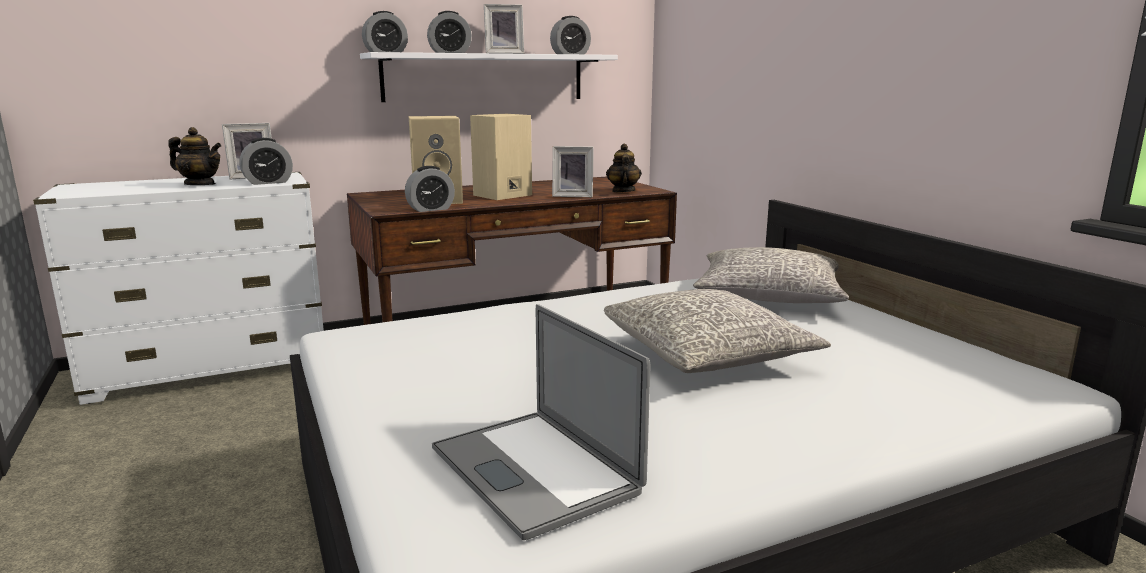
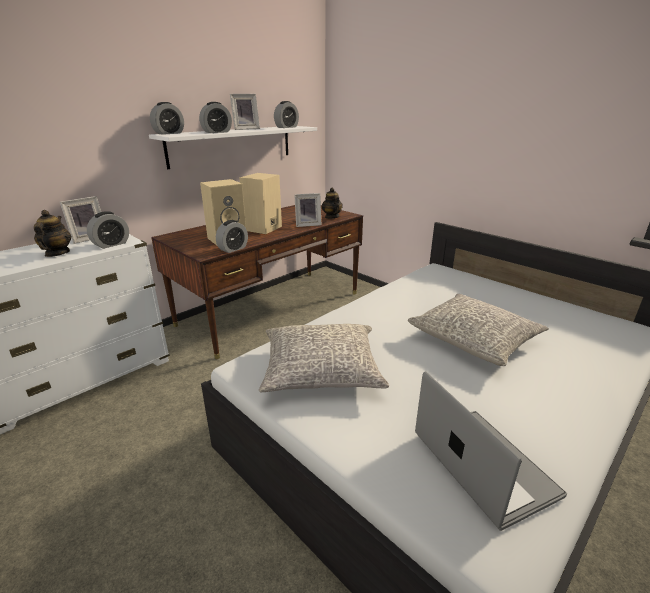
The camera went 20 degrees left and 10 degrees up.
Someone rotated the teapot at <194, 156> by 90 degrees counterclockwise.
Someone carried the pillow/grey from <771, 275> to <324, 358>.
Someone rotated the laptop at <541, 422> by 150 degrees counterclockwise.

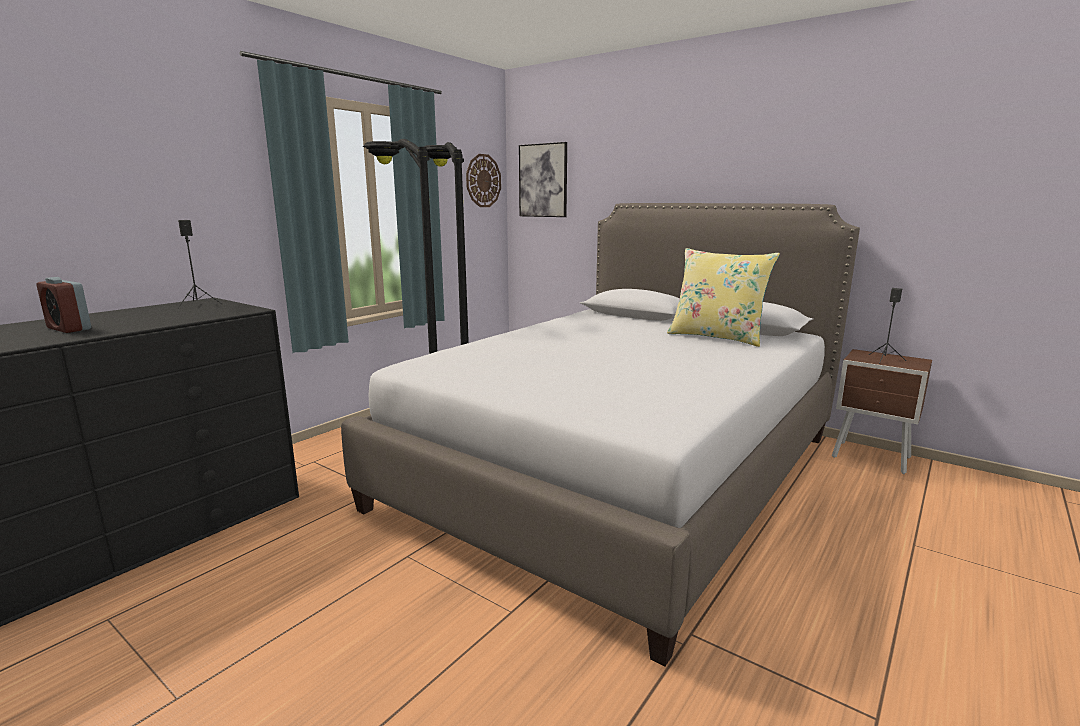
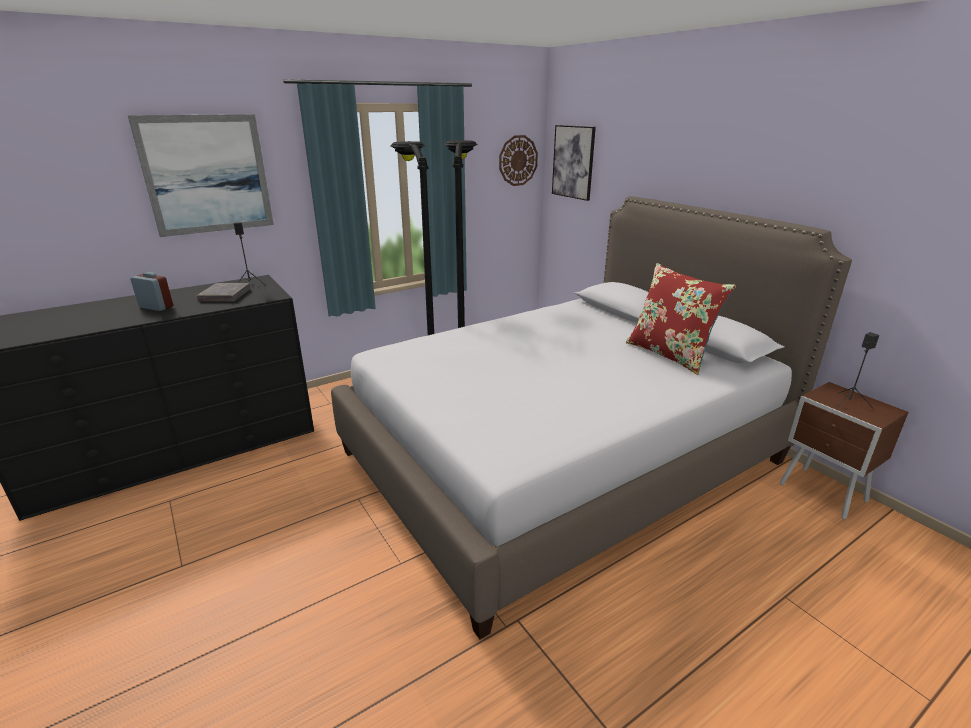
The camera went 20 degrees right and 10 degrees up.
Someone repainted the pillow/yellow at <723, 297>, which became the pillow/red at <681, 319>.
Someone rotated the alarm clock at <64, 305> by 150 degrees clockwise.
Someone put up the picture at <201, 175>.
Someone put down the book/grey at <224, 292>.

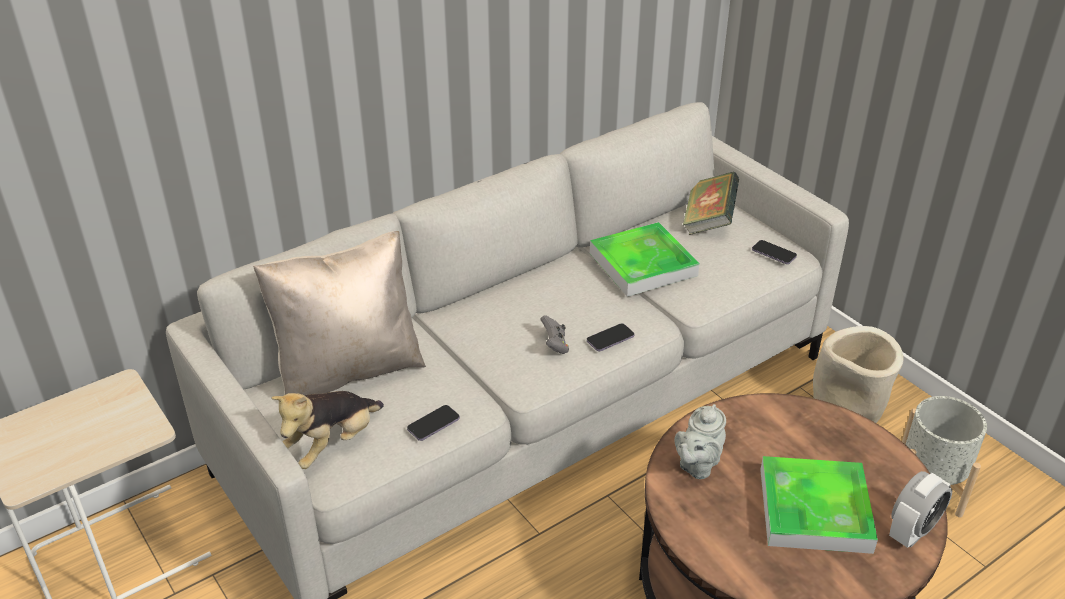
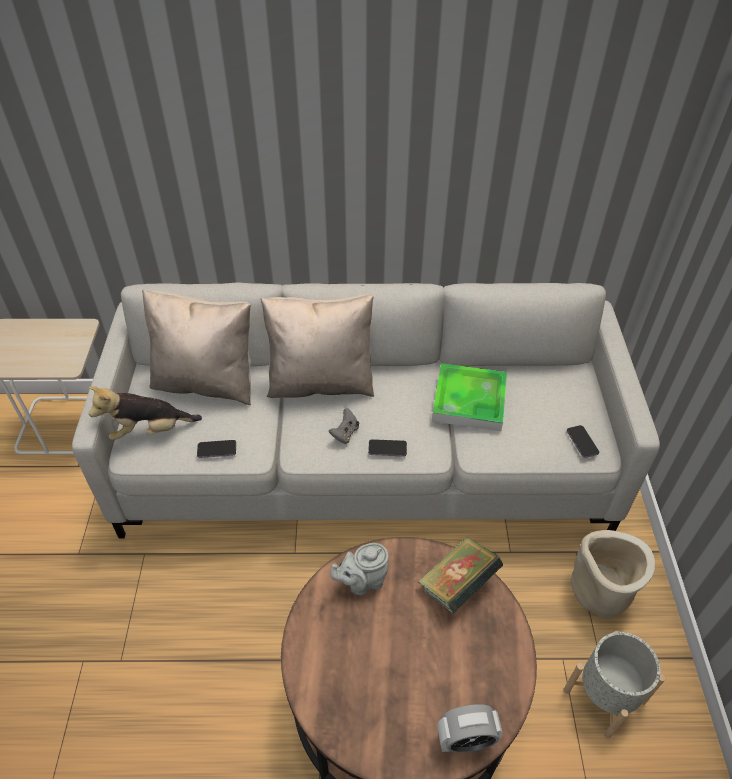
The camera went 35 degrees right and 10 degrees up.
Someone carried the book from <711, 203> to <461, 575>.
Someone took away the tray at <819, 505>.
Someone put down the pillow/beige at <317, 346>.

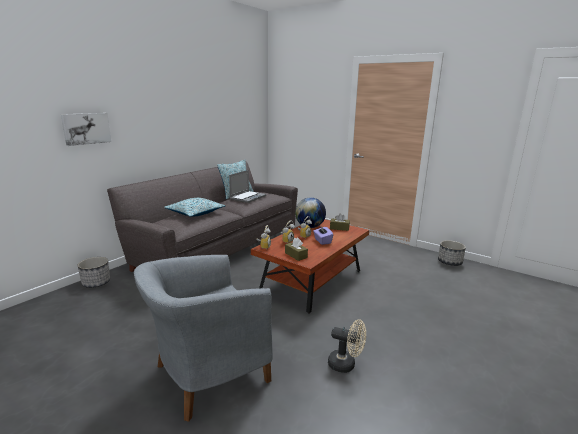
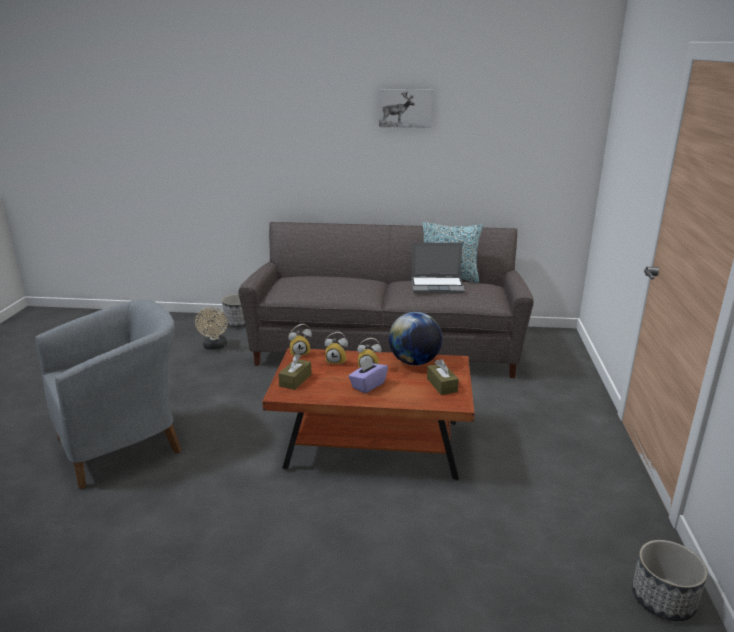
The camera went 60 degrees right and 5 degrees up.
Someone carried the picture from <86, 129> to <406, 108>.
Someone took away the pillow at <194, 207>.
Someone rotated the armchair/grey at <203, 338> by 120 degrees clockwise.
Someone carried the fan/beige from <347, 346> to <211, 328>.

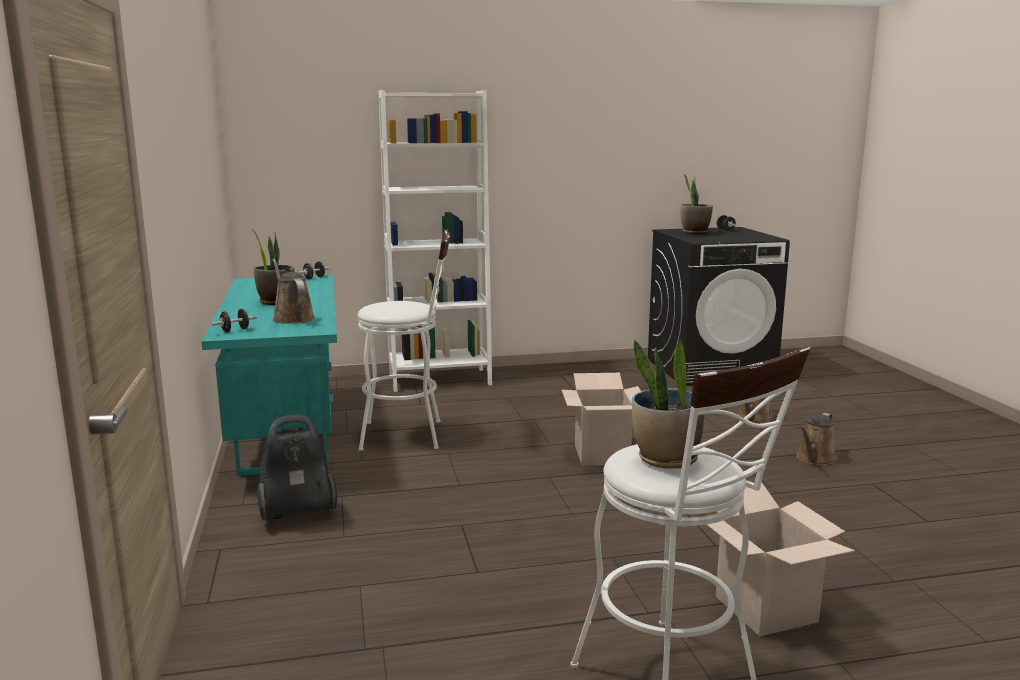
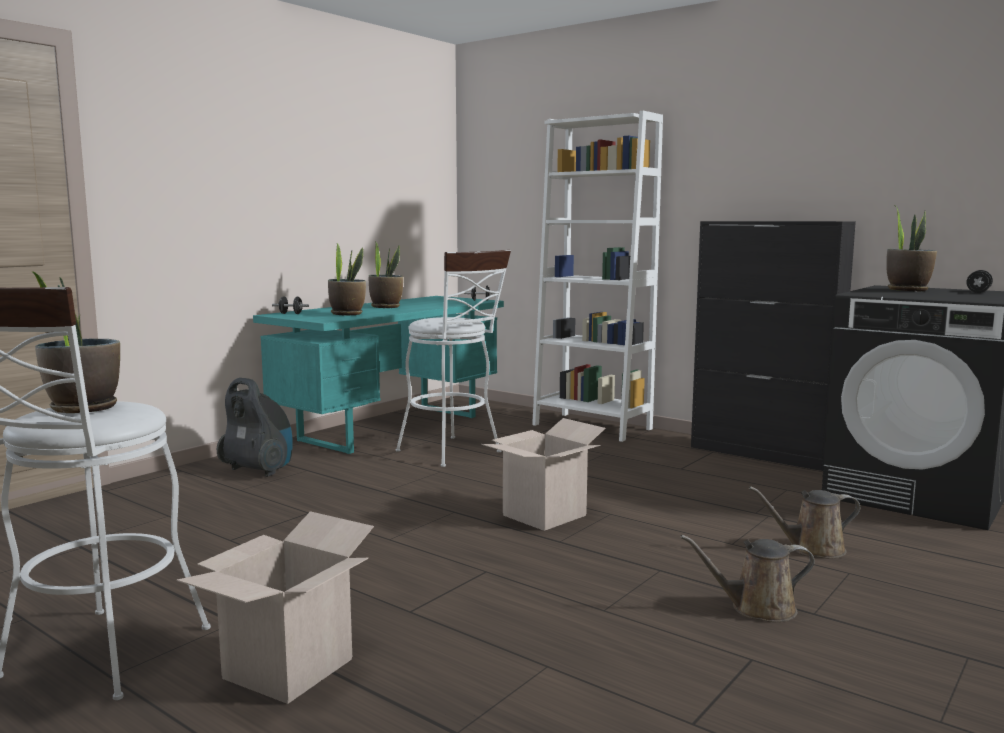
The camera went 50 degrees right and 5 degrees down.
Someone swapped the watering can/brown at <293, 291> for the potted plant at <347, 279>.
Someone put down the cabinet/black at <773, 346>.

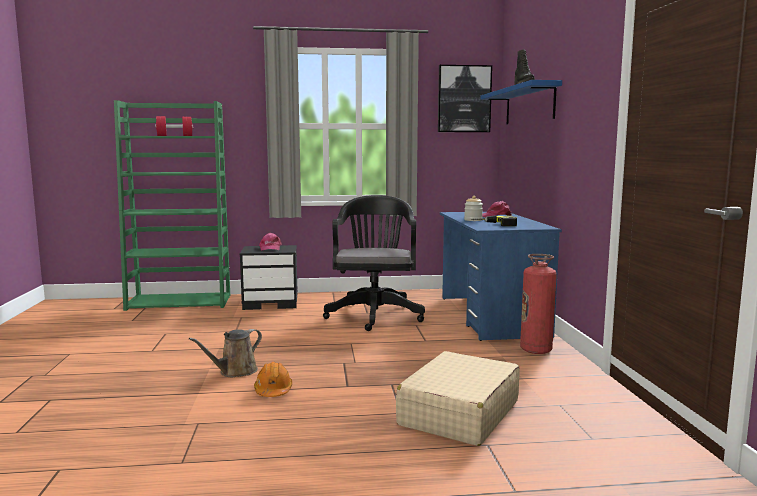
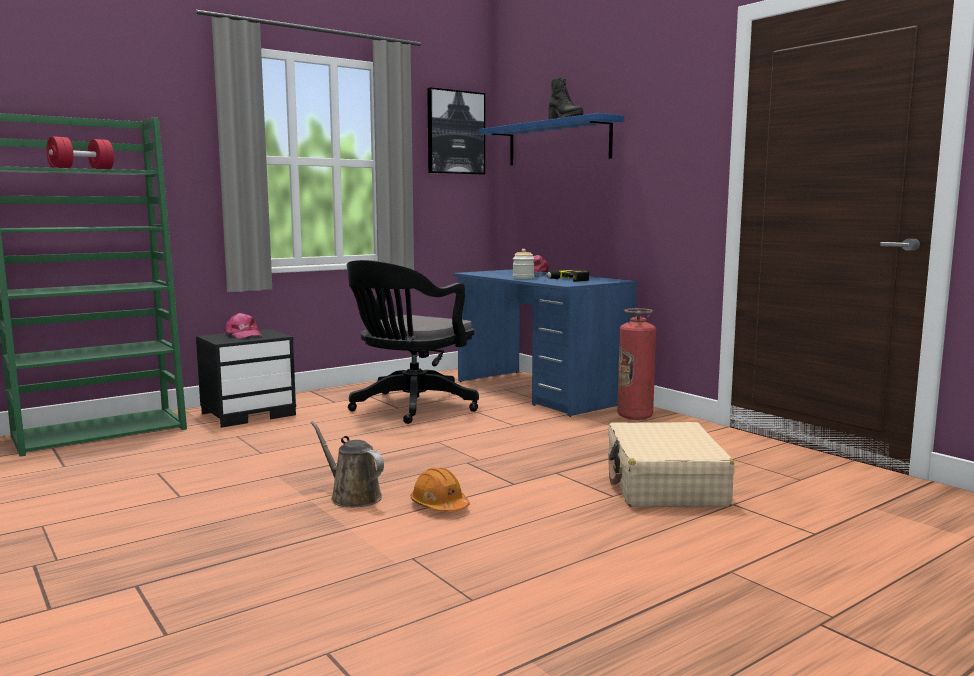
The camera went 30 degrees left and 0 degrees up.
Someone rotated the office chair/black at <374, 263> by 120 degrees counterclockwise.
Someone rotated the watering can/brown at <225, 353> by 120 degrees clockwise.

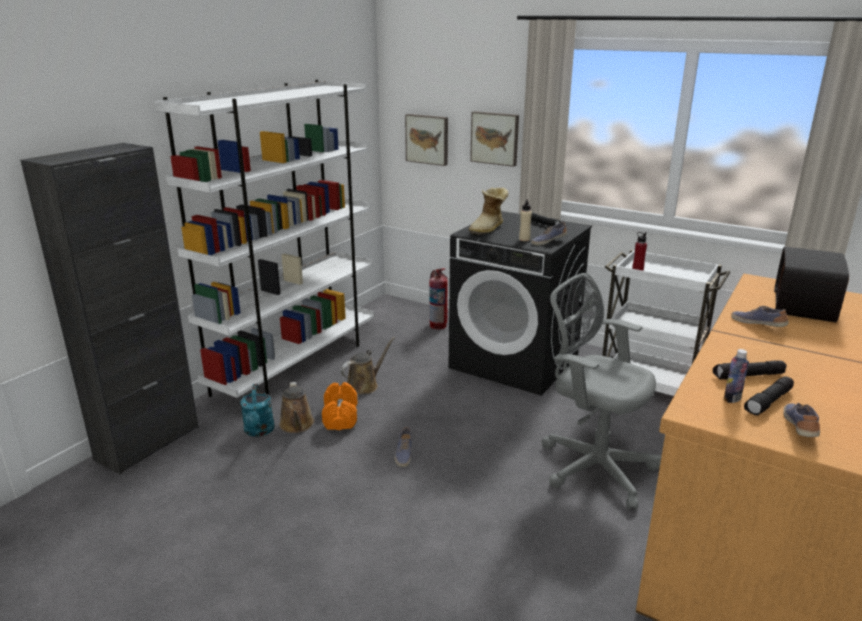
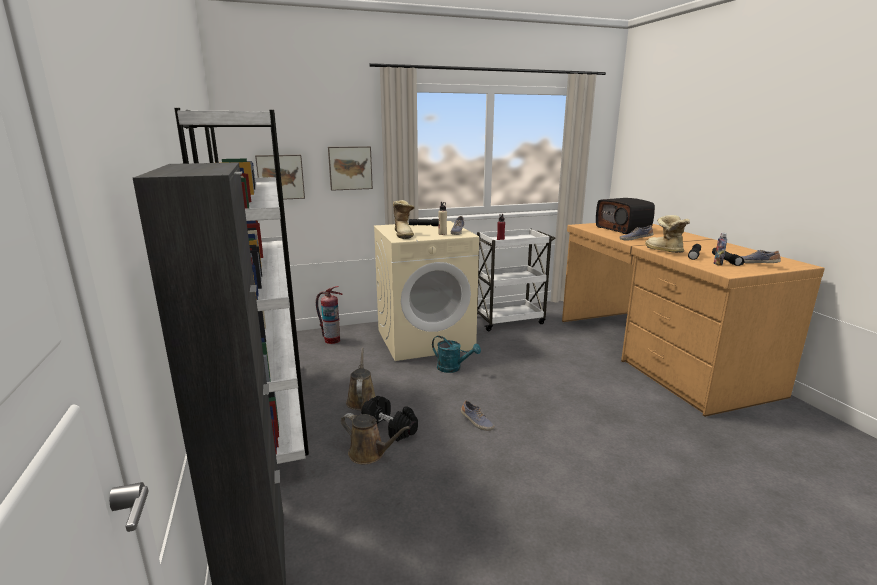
The camera went 50 degrees left and 5 degrees down.
Someone repainted the washing machine/black at <520, 303>, which became the washing machine/beige at <426, 291>.
Someone took away the office chair/grey at <601, 391>.
Someone repainted the dumbbell/orange at <339, 406>, which became the dumbbell/black at <389, 418>.
Someone carried the watering can/turquoise from <257, 410> to <456, 354>.
Someone put down the boot at <667, 234>.

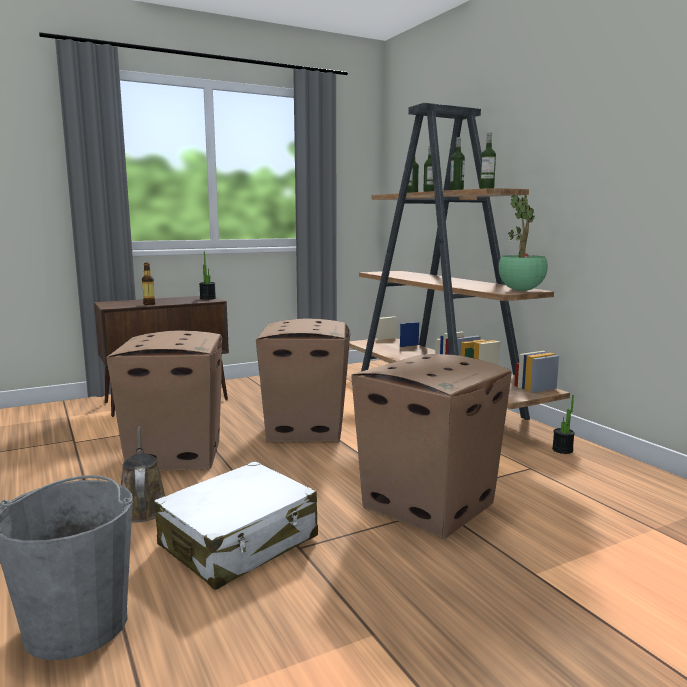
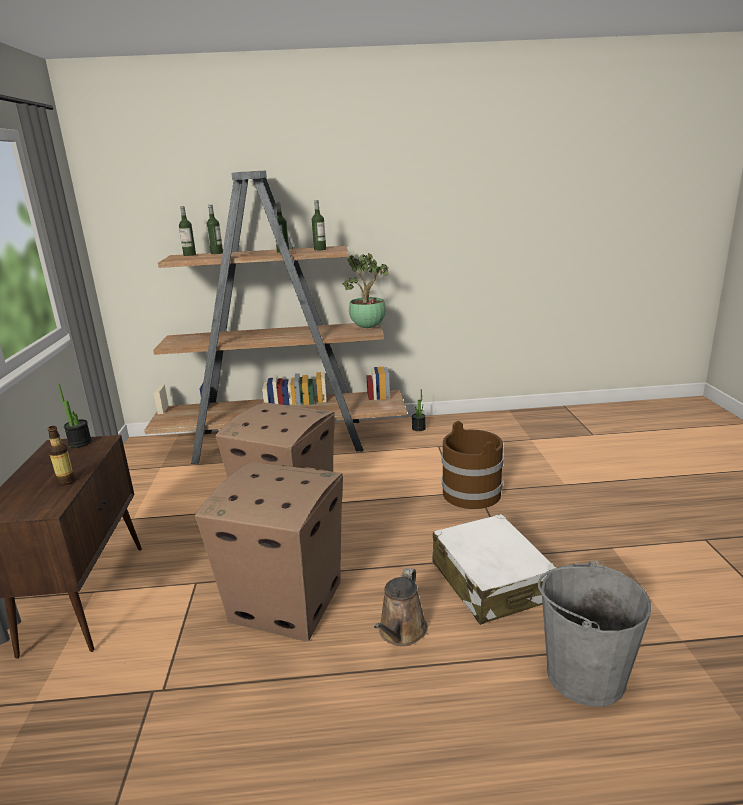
The camera went 65 degrees left and 10 degrees up.
Someone swapped the cardboard box at <431, 446> for the bucket/brown at <473, 465>.
Someone rotated the watering can/brown at <143, 474> by 75 degrees counterclockwise.

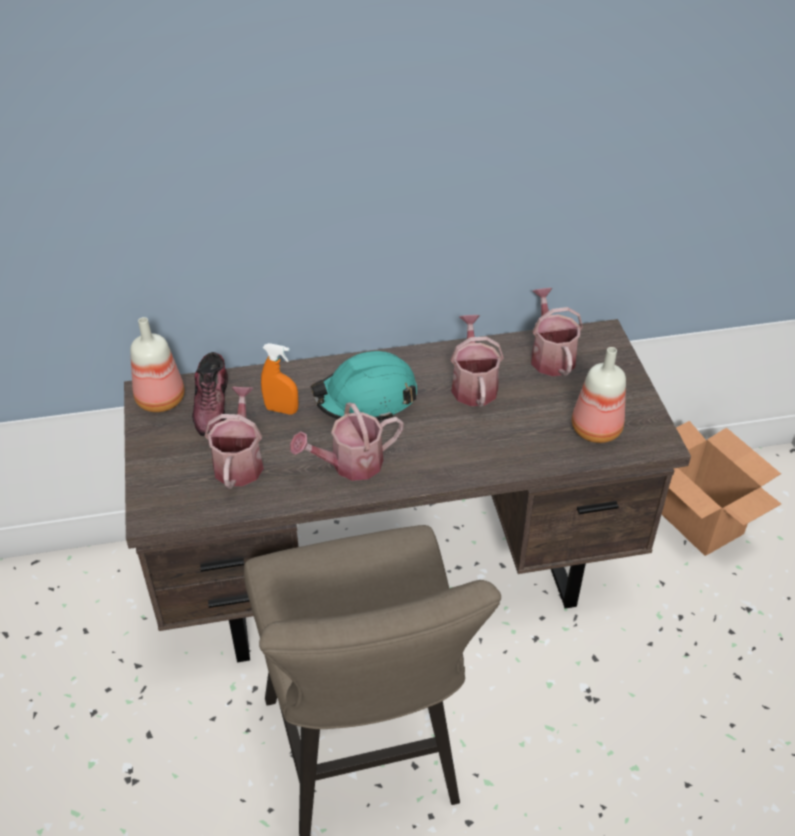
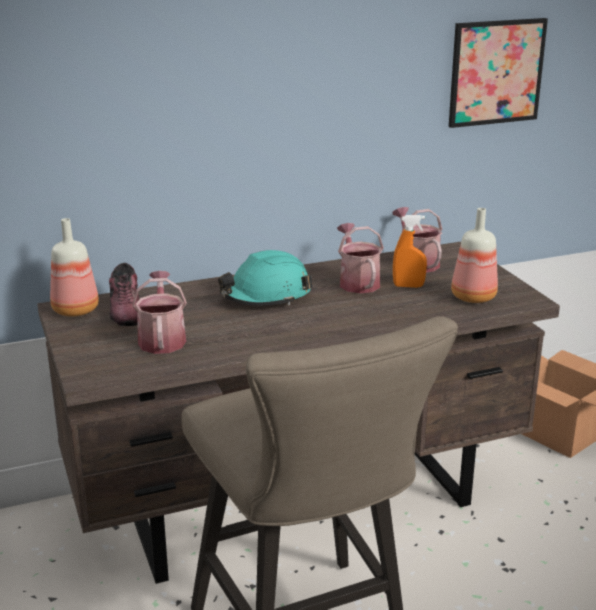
The camera went 10 degrees left and 20 degrees down.
Someone carried the spray bottle/orange from <279, 379> to <410, 251>.
Someone took away the watering can at <347, 441>.
Someone put up the picture at <498, 73>.

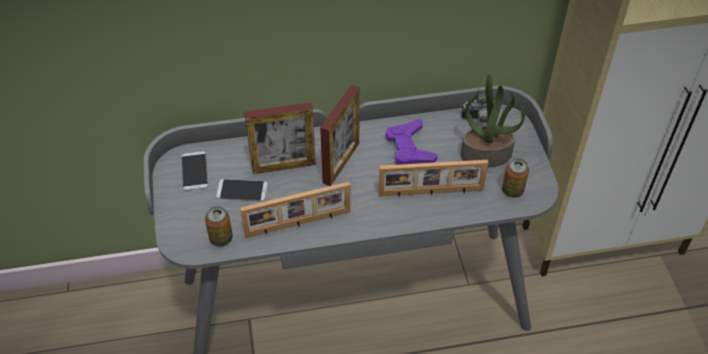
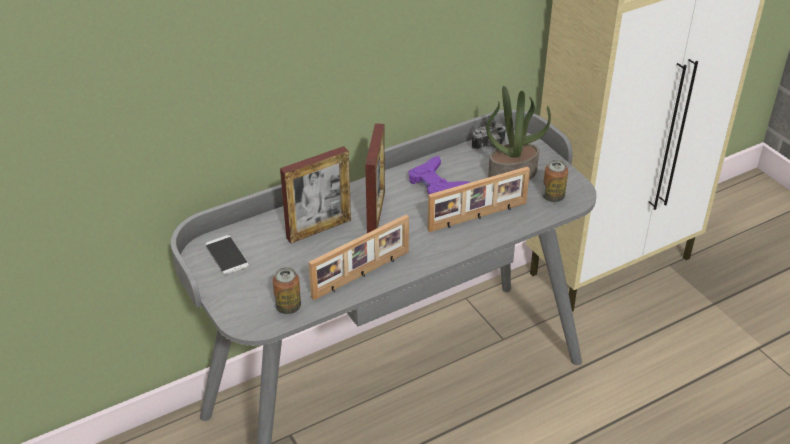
The camera went 20 degrees left and 10 degrees down.
Someone took away the phone at <242, 190>.

